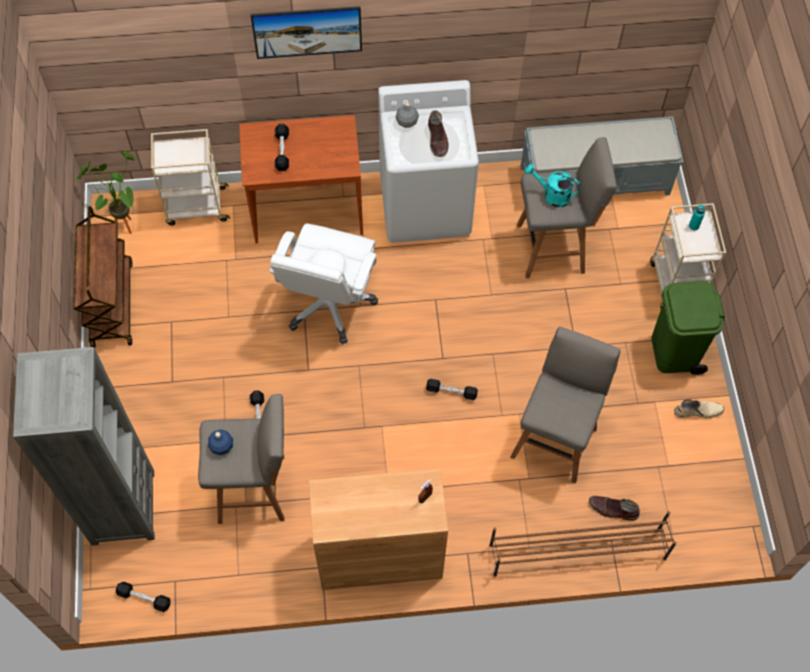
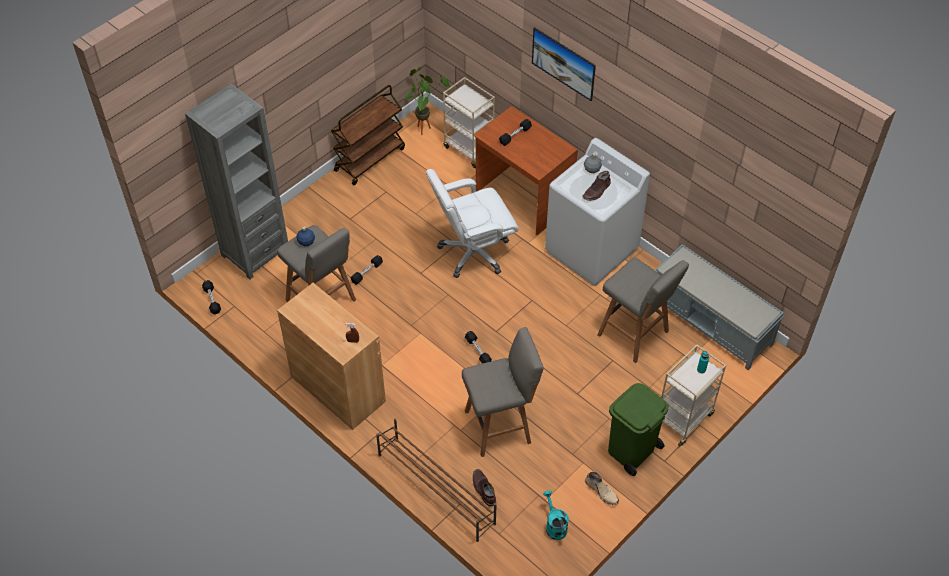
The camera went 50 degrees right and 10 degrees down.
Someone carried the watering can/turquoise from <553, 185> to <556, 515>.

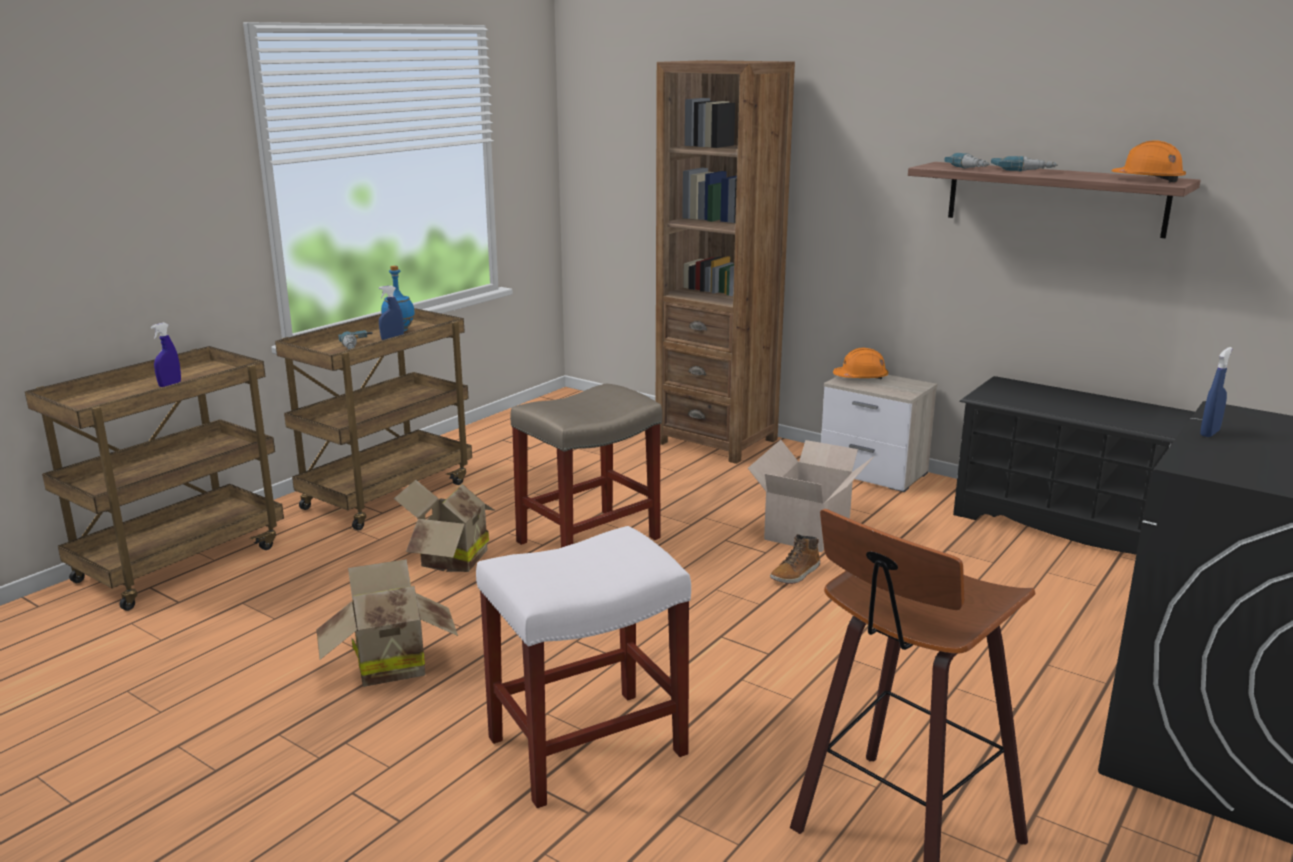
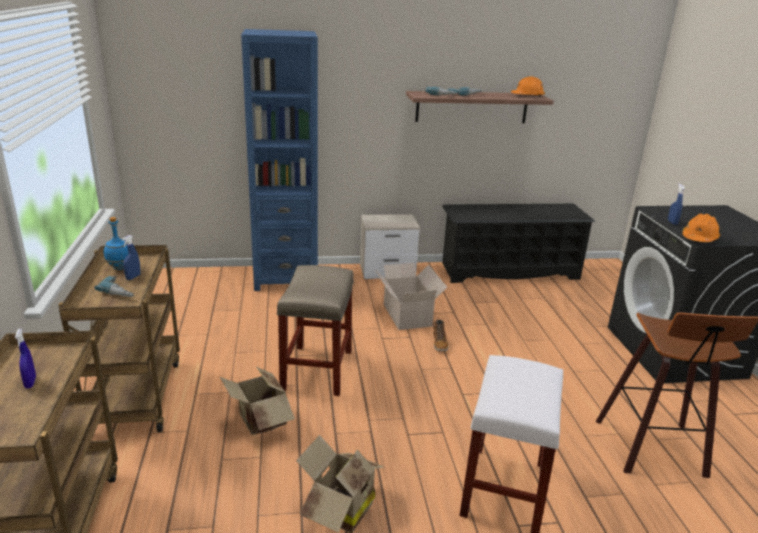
The camera went 45 degrees left and 5 degrees up.
Someone repainted the bookcase/brown at <725, 262>, which became the bookcase/blue at <279, 160>.
Someone carried the hard hat/orange from <860, 363> to <701, 228>.

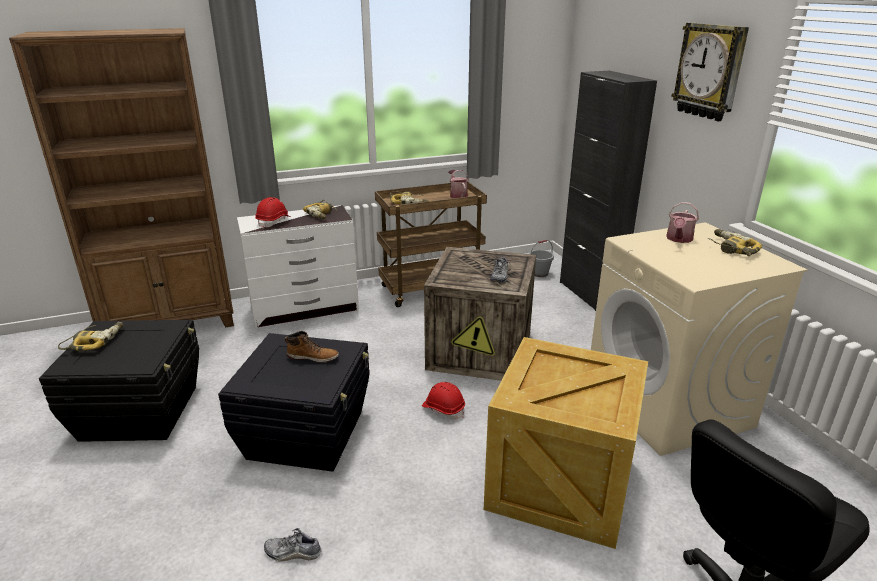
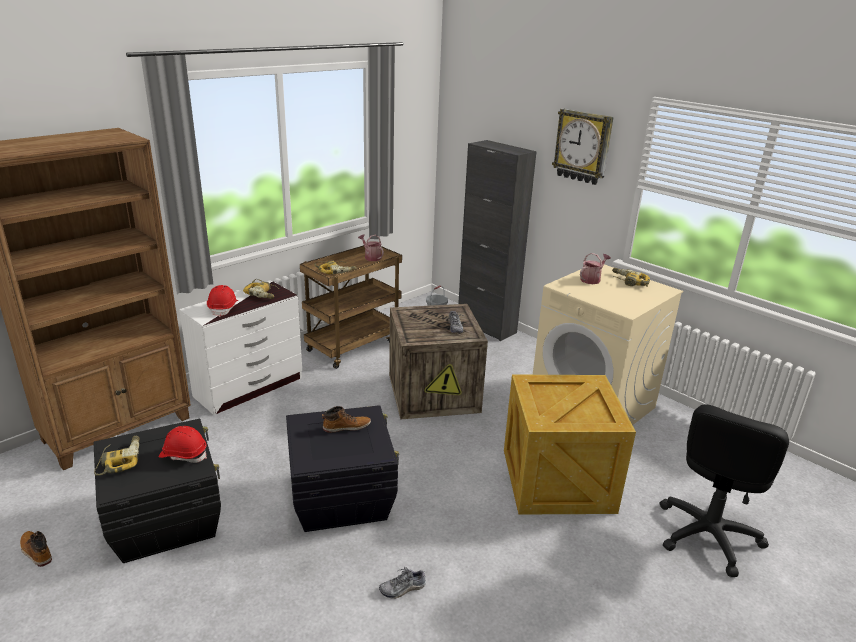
The camera went 25 degrees left and 0 degrees up.
Someone rotated the watering can at <682, 222> by 135 degrees counterclockwise.
Someone carried the hard hat/red from <443, 401> to <183, 444>.
Someone put down the boot at <36, 549>.

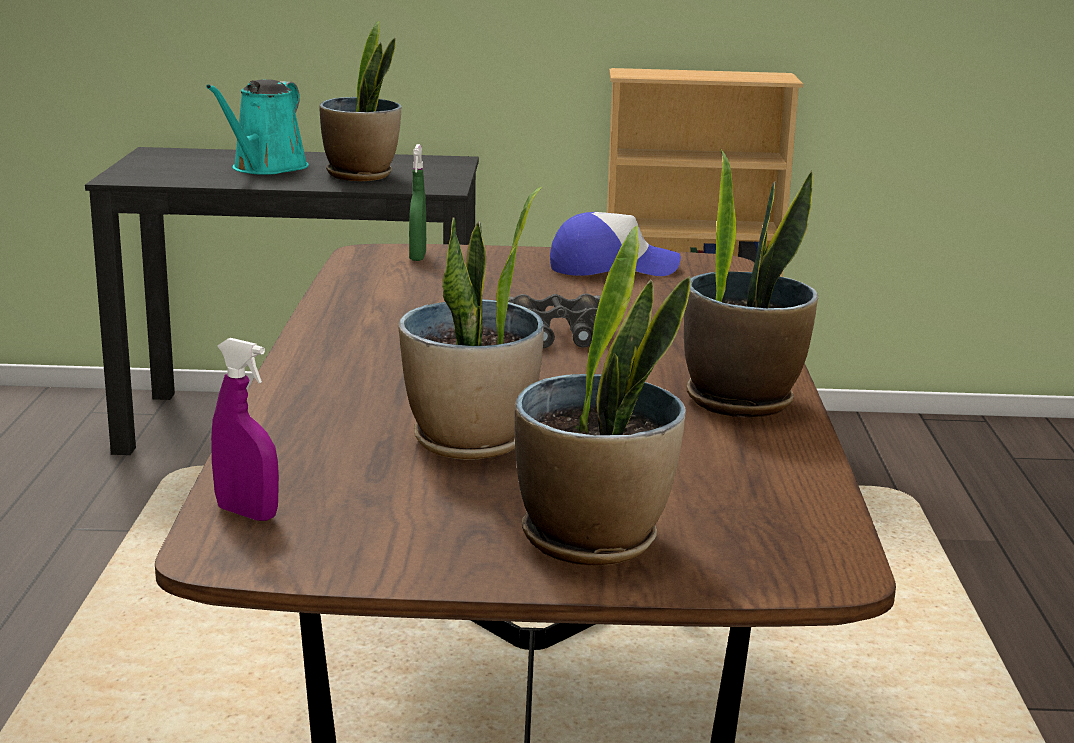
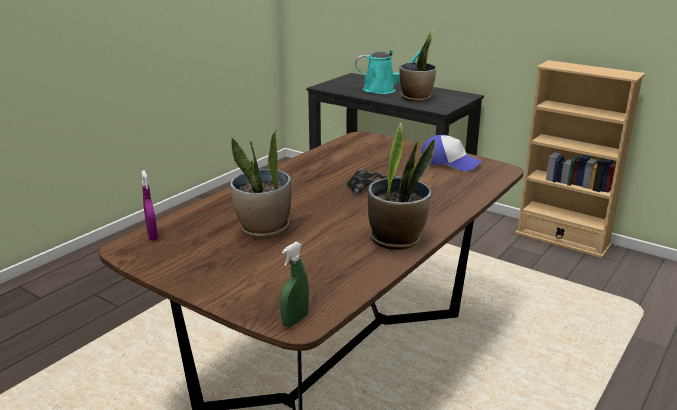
The camera went 35 degrees right and 5 degrees up.
Someone rotated the watering can/turquoise at <257, 127> by 150 degrees counterclockwise.
Someone carried the spray bottle/green from <417, 202> to <294, 284>.
Someone took away the potted plant at <603, 396>.

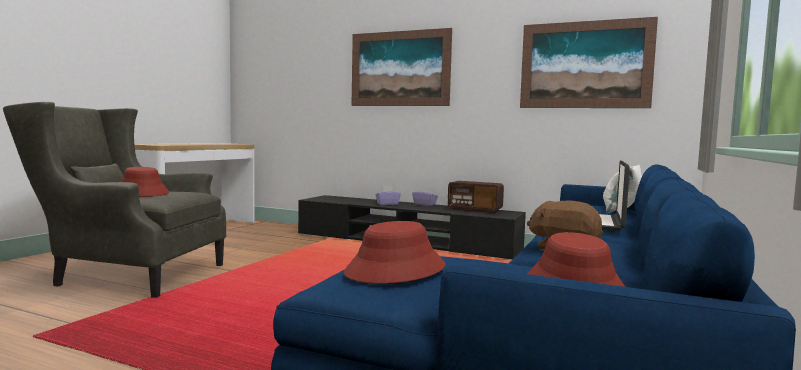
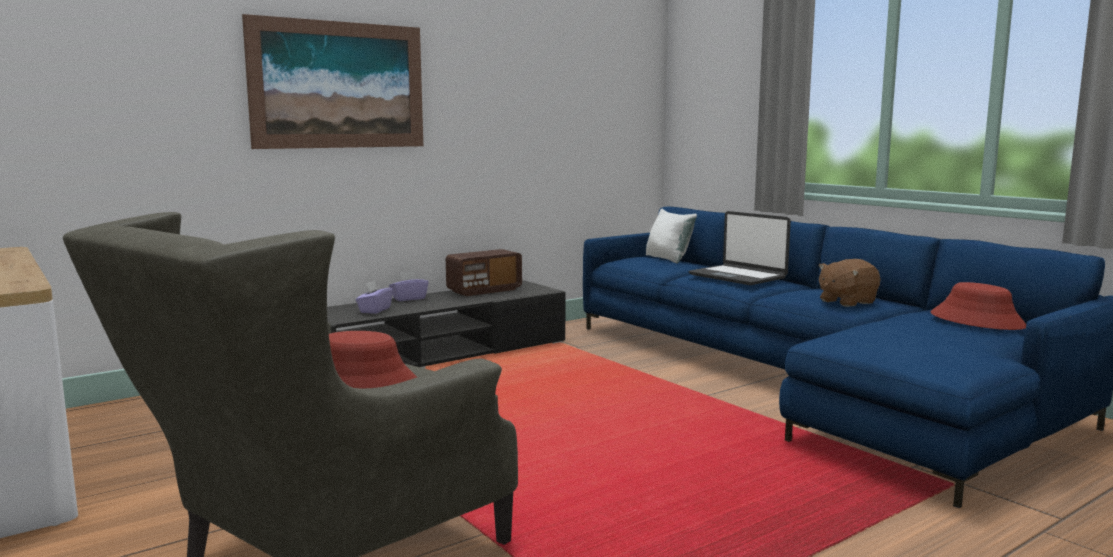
The camera went 60 degrees left and 5 degrees up.
Someone took away the picture at <589, 62>.
Someone took away the hat/red at <394, 252>.

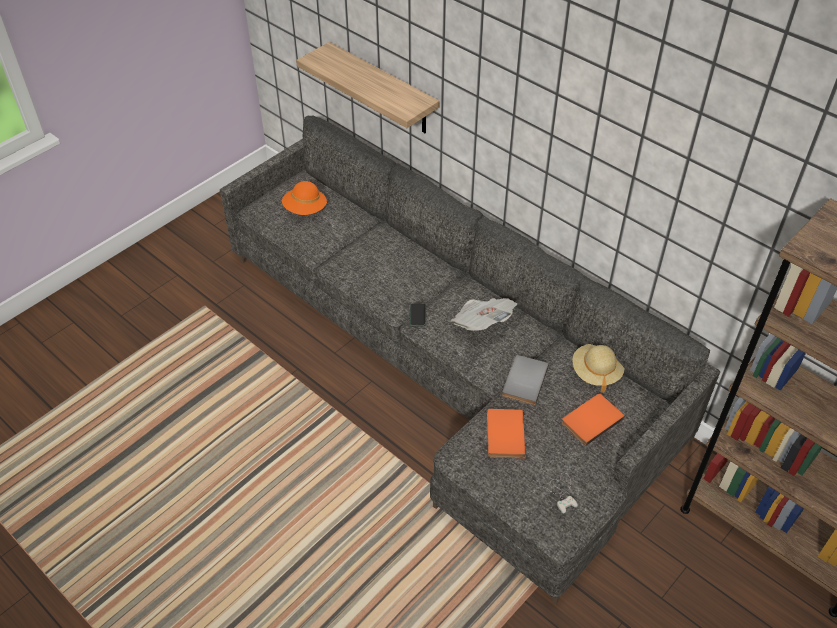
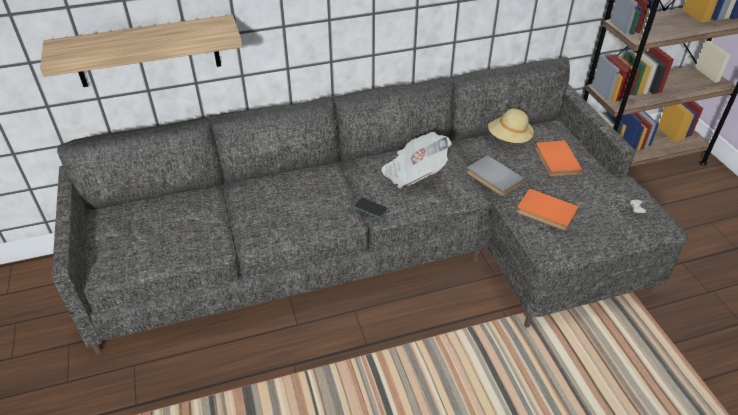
The camera went 60 degrees left and 5 degrees down.
Someone took away the hat/orange at <304, 198>.

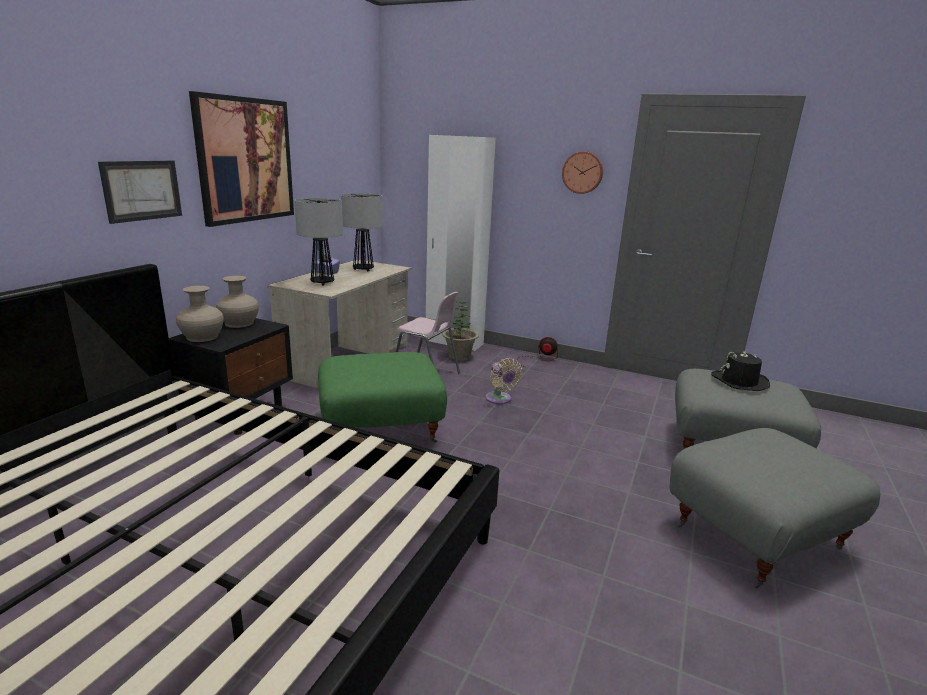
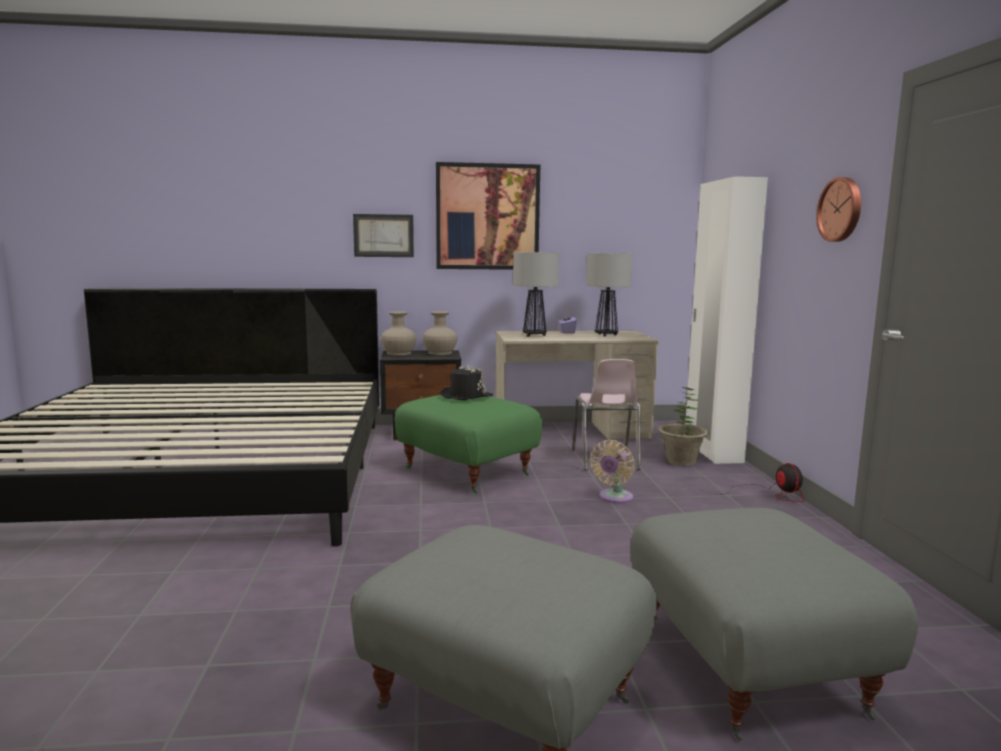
The camera went 60 degrees right and 10 degrees down.
Someone carried the hat/black from <740, 371> to <466, 382>.

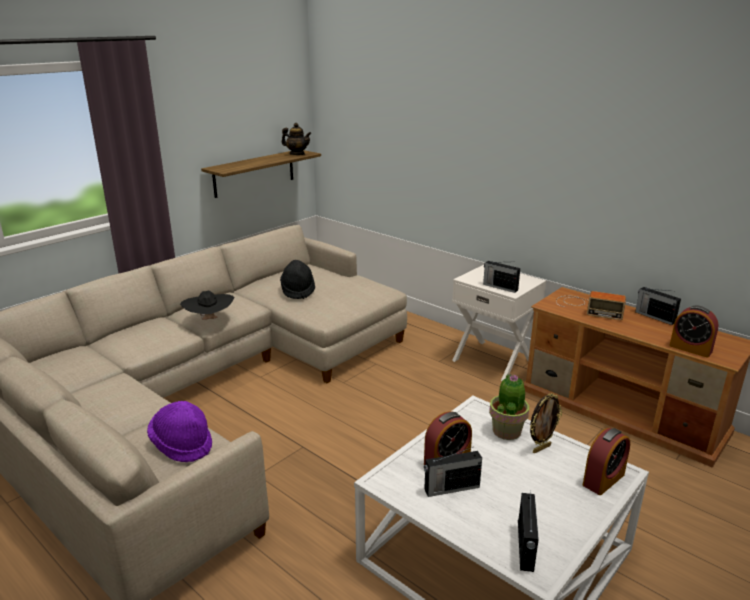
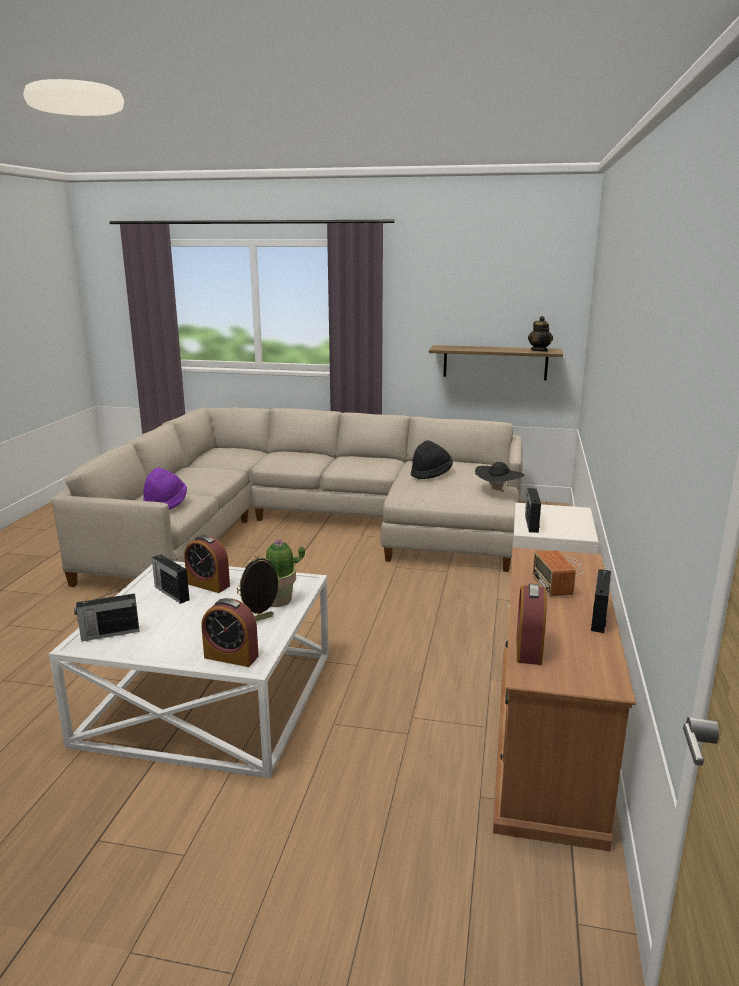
The camera went 60 degrees right and 5 degrees down.
Someone carried the hat/black from <207, 305> to <500, 477>.
Someone rotated the picture frame at <546, 423> by 120 degrees clockwise.

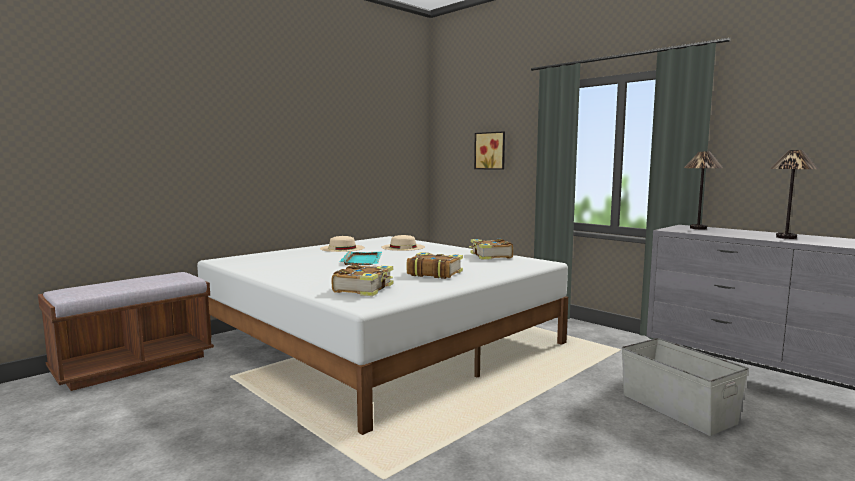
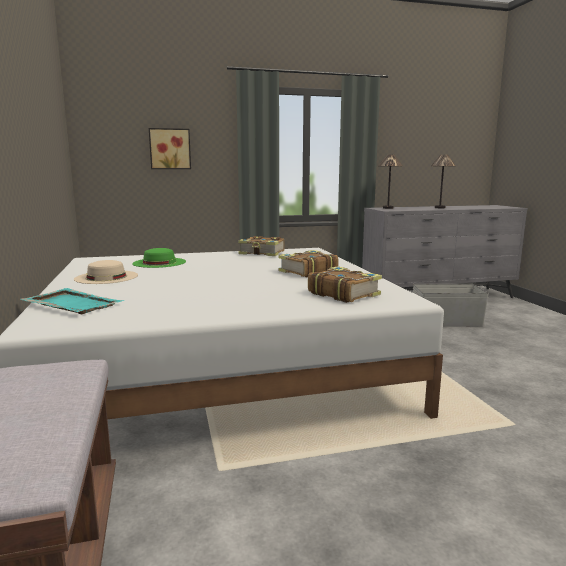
The camera went 60 degrees left and 5 degrees up.
Someone repainted the hat/beige at <403, 243>, which became the hat/green at <159, 258>.
Someone carried the tray/turquoise from <361, 258> to <73, 301>.

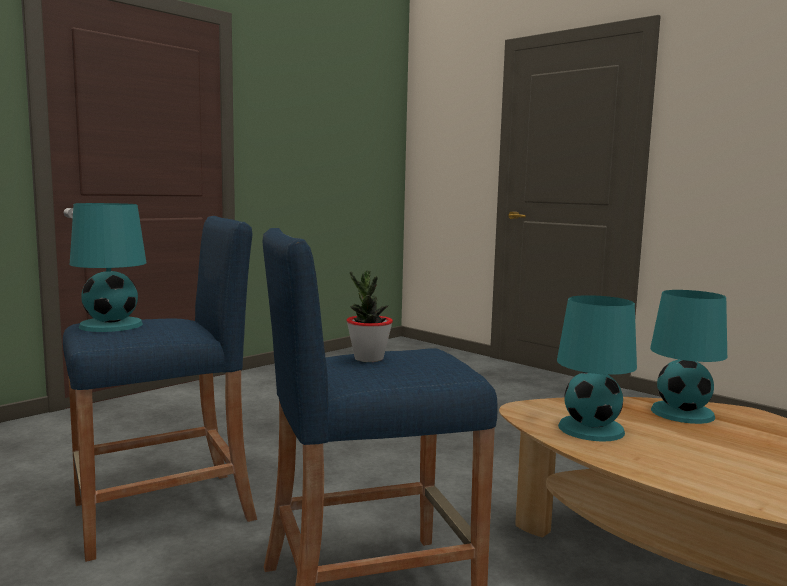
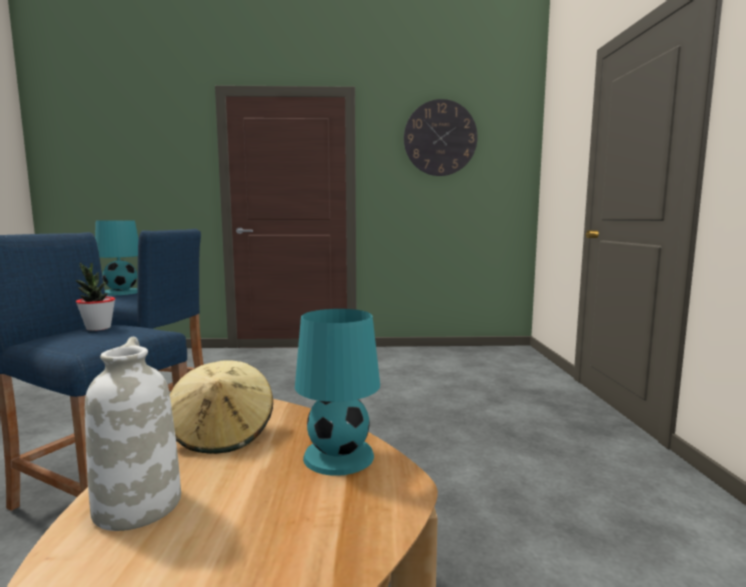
The camera went 45 degrees right and 0 degrees up.
Someone swapped the table lamp/turquoise at <597, 368> for the hat/beige at <221, 407>.
Someone put up the wall clock at <441, 137>.
Someone put down the vase/white at <133, 434>.

